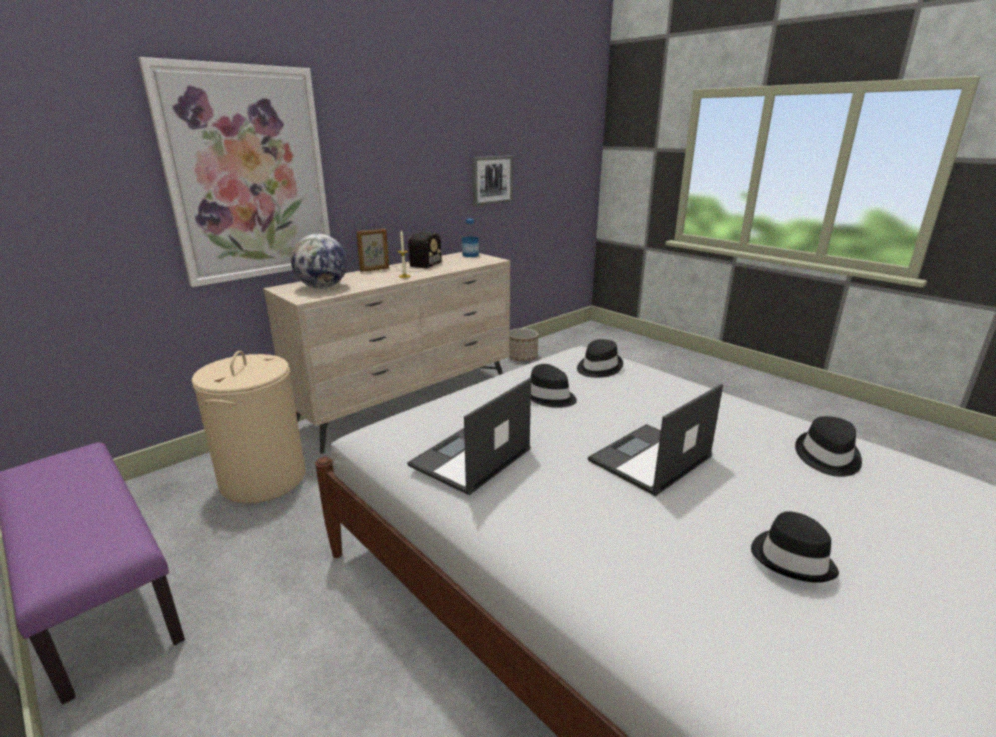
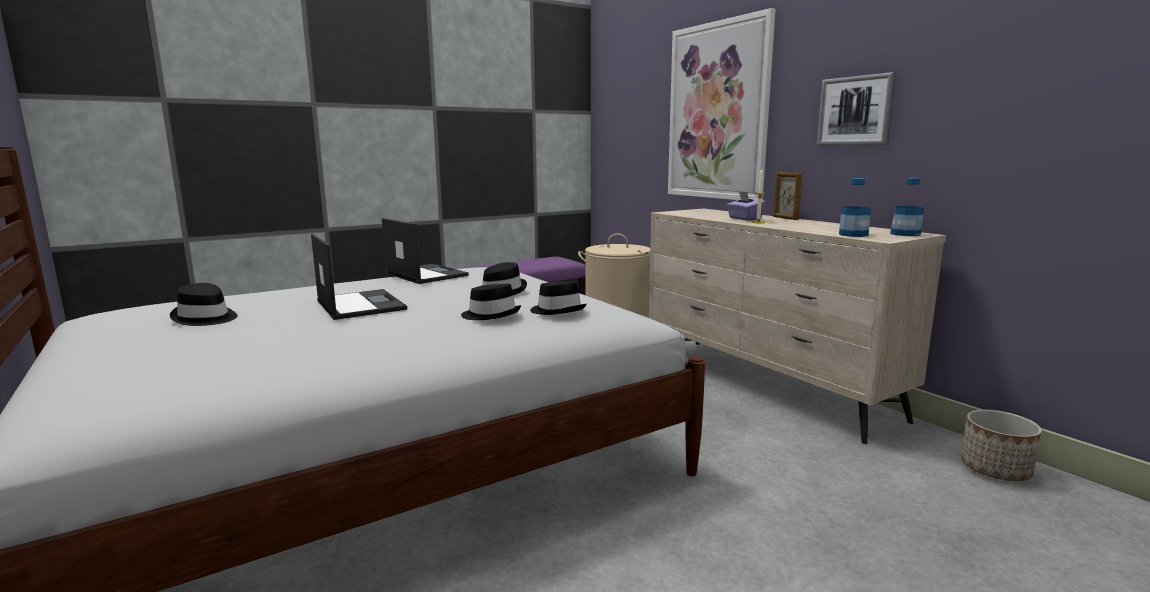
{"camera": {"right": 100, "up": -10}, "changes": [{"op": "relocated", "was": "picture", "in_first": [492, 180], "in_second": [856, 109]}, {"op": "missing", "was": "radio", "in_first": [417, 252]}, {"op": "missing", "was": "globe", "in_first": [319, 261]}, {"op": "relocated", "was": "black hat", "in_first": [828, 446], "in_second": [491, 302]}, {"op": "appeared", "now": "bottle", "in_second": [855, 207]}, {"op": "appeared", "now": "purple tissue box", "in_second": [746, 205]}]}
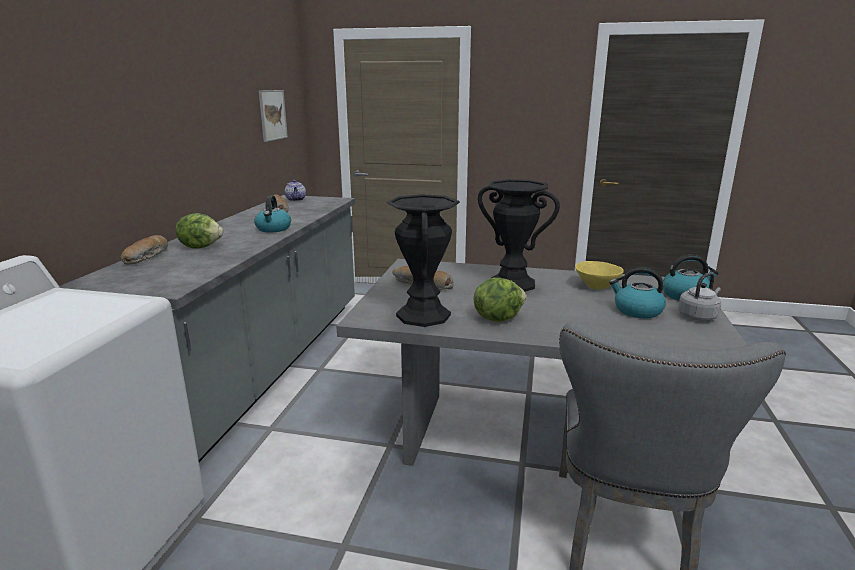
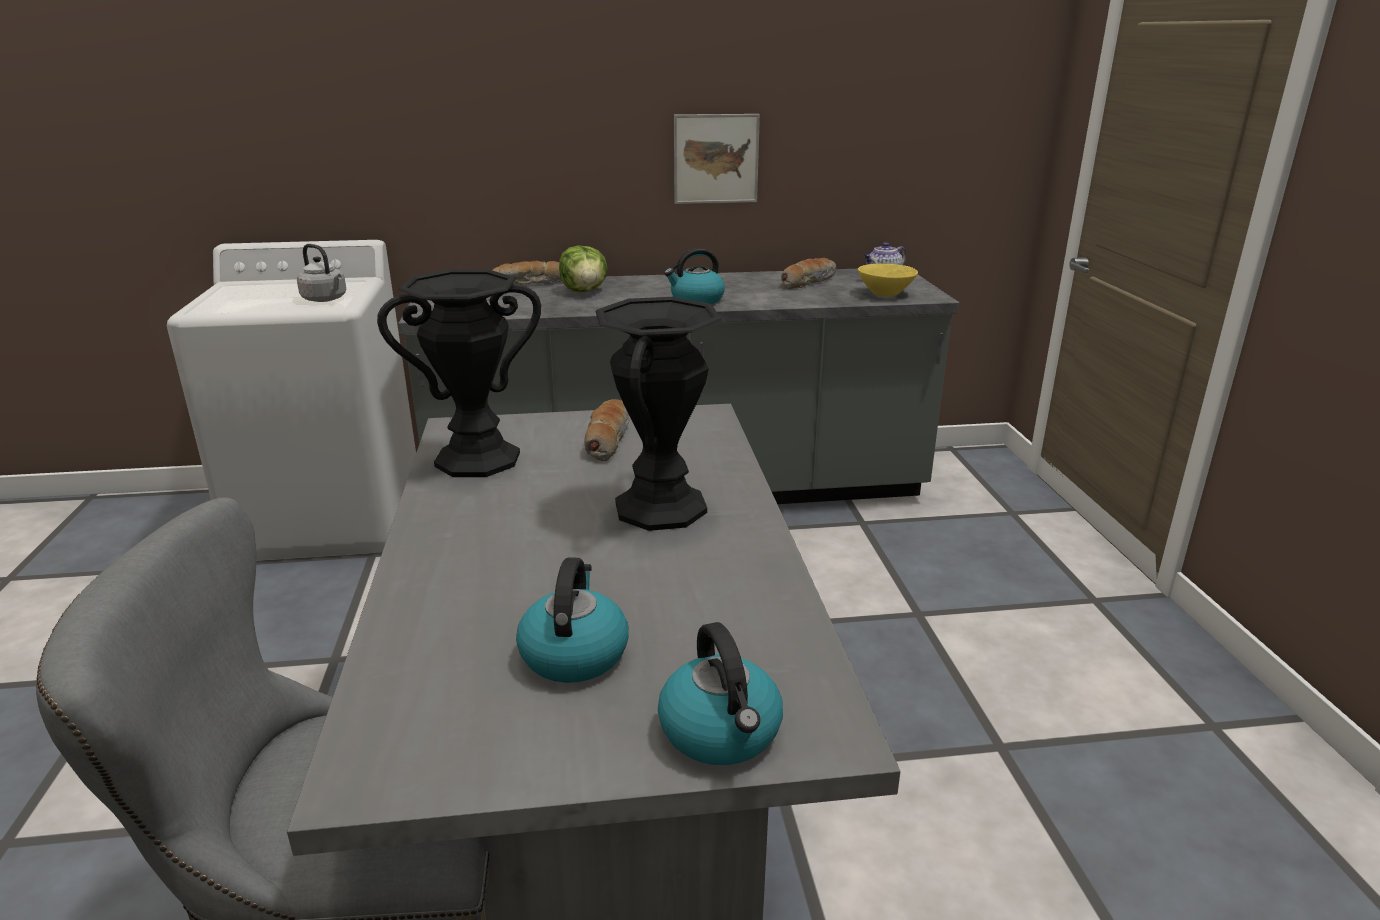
{"camera": {"right": 70, "up": 5}, "changes": [{"op": "relocated", "was": "picture", "in_first": [273, 116], "in_second": [717, 159]}, {"op": "relocated", "was": "yellow bowl", "in_first": [599, 275], "in_second": [888, 280]}, {"op": "relocated", "was": "grey kettle", "in_first": [699, 297], "in_second": [321, 273]}, {"op": "missing", "was": "lettuce", "in_first": [500, 300]}]}
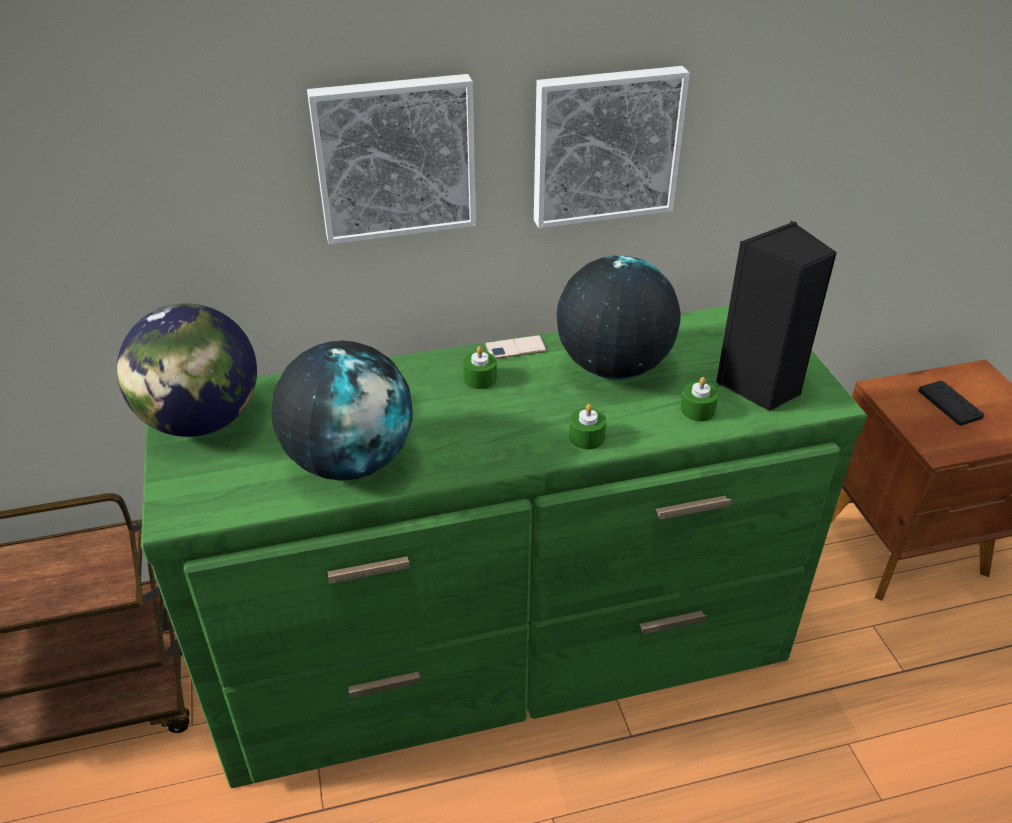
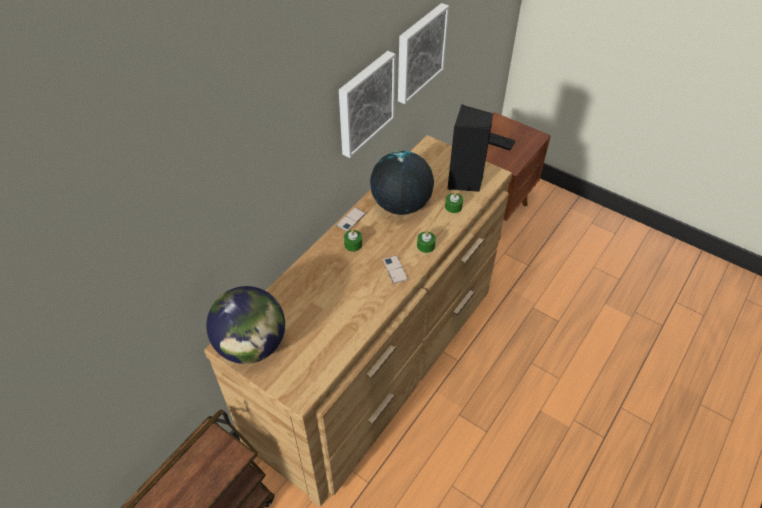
{"camera": {"right": -40, "up": 10}, "changes": [{"op": "relocated", "was": "picture", "in_first": [391, 159], "in_second": [423, 53]}, {"op": "colour", "was": "green dresser", "now": "brown dresser", "in_first": [504, 547], "in_second": [358, 321]}, {"op": "missing", "was": "globe", "in_first": [342, 411]}, {"op": "appeared", "now": "phone", "in_second": [395, 269]}]}
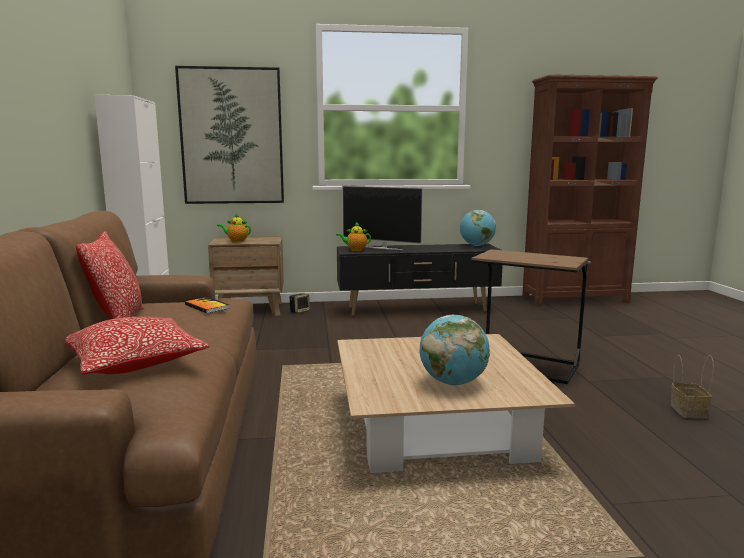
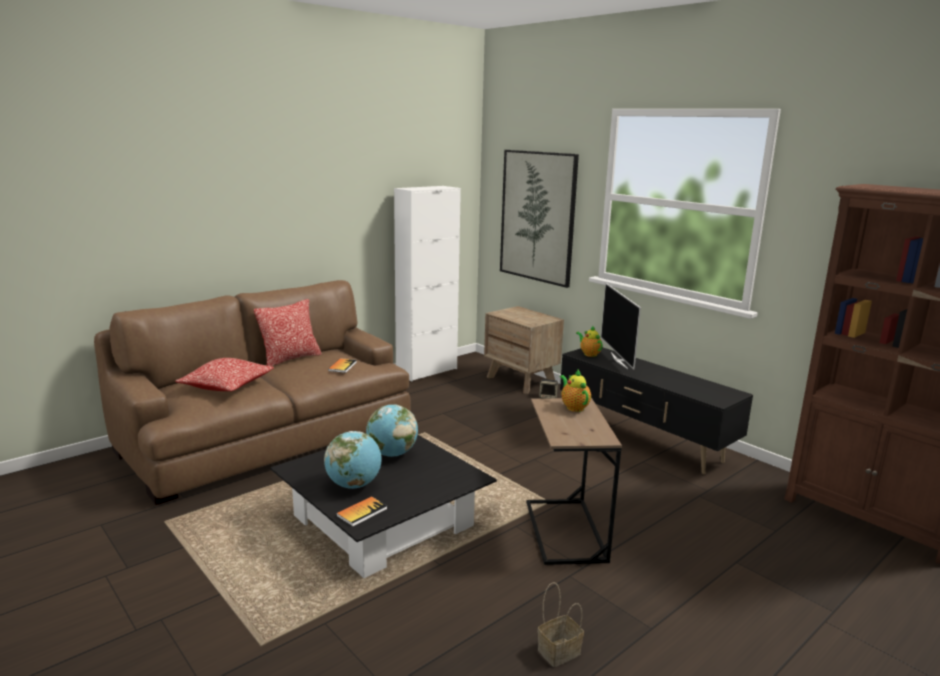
{"camera": {"right": 55, "up": 5}, "changes": [{"op": "relocated", "was": "globe", "in_first": [478, 228], "in_second": [392, 430]}, {"op": "relocated", "was": "teapot", "in_first": [234, 228], "in_second": [575, 391]}, {"op": "colour", "was": "beige coffee table", "now": "black coffee table", "in_first": [456, 403], "in_second": [383, 506]}, {"op": "appeared", "now": "book", "in_second": [361, 511]}]}
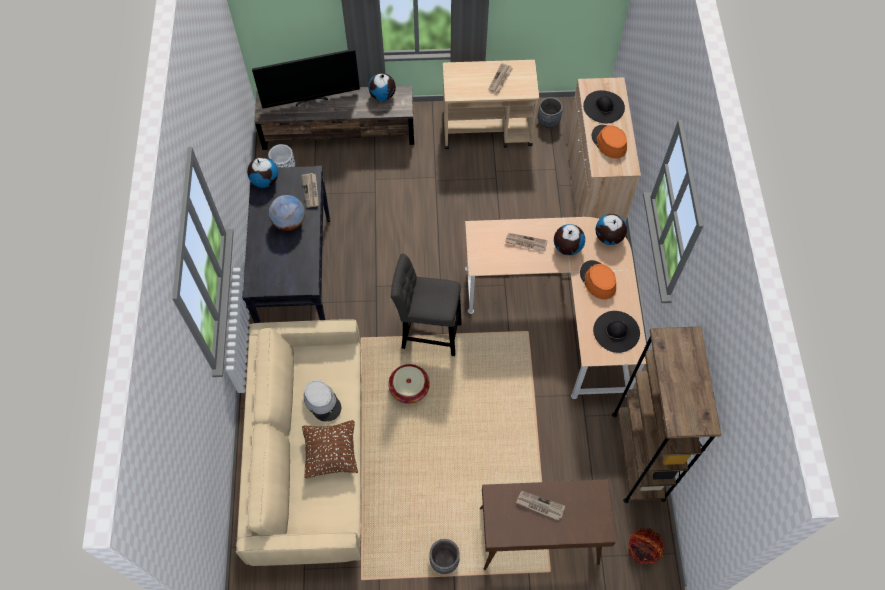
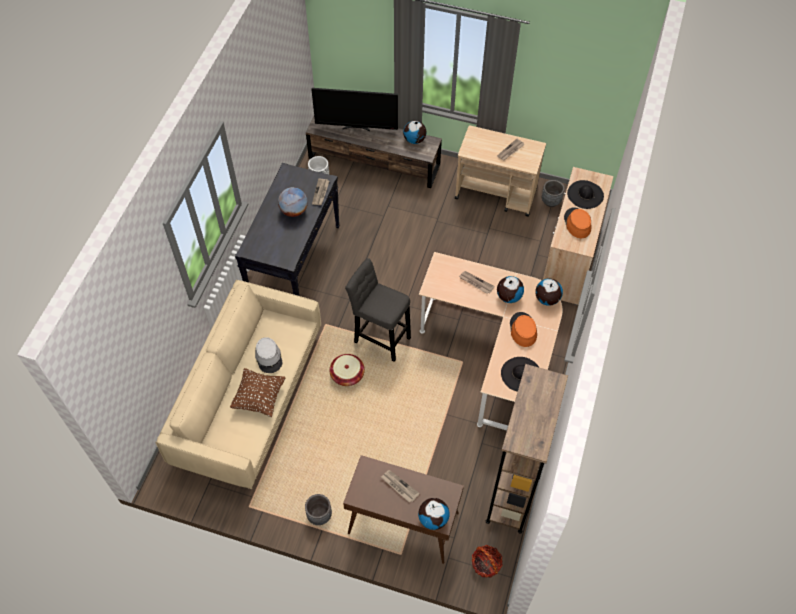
{"camera": {"right": 20, "up": -5}, "changes": [{"op": "relocated", "was": "globe", "in_first": [262, 172], "in_second": [434, 514]}]}
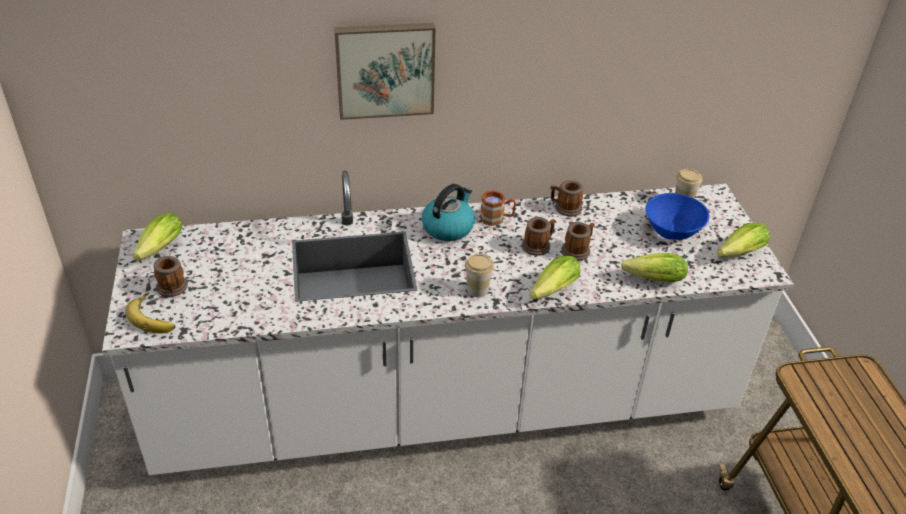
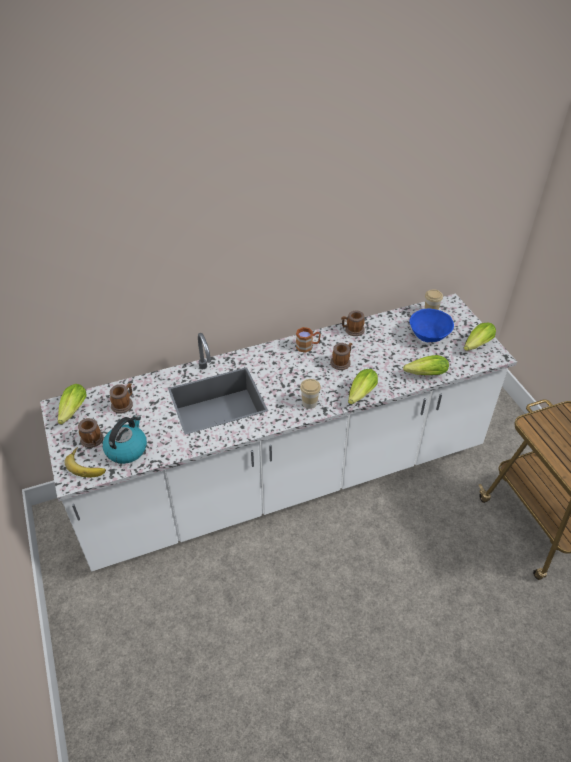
{"camera": {"right": -10, "up": 5}, "changes": [{"op": "missing", "was": "picture", "in_first": [384, 71]}, {"op": "relocated", "was": "kettle", "in_first": [448, 212], "in_second": [125, 439]}, {"op": "relocated", "was": "mug", "in_first": [578, 241], "in_second": [121, 398]}]}
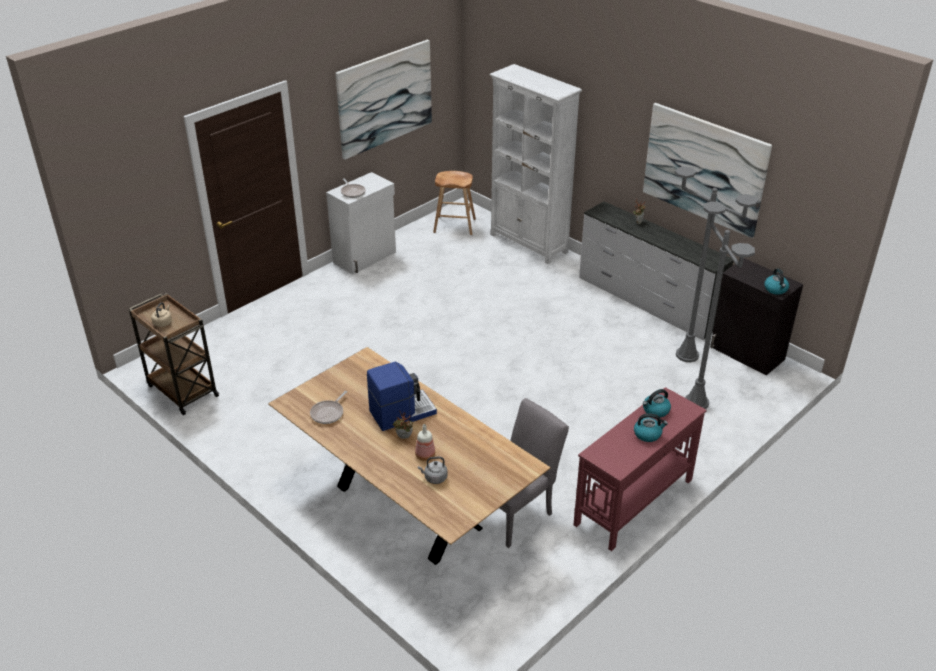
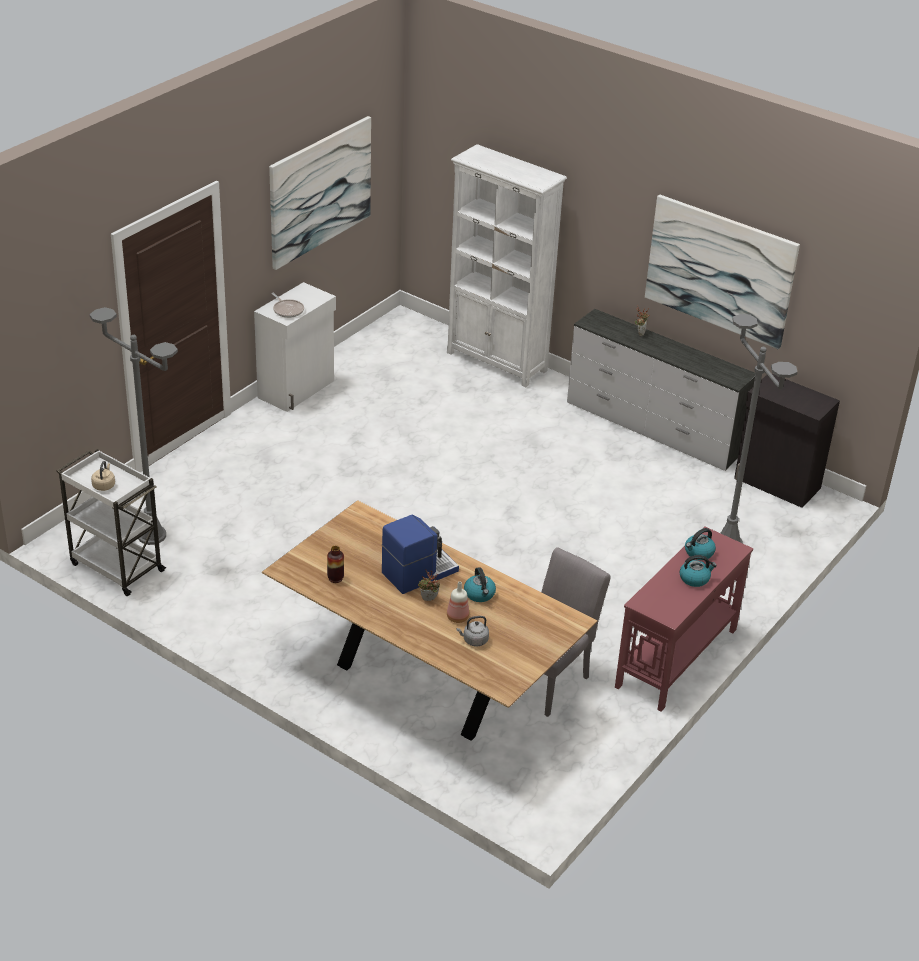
{"camera": {"right": -10, "up": 0}, "changes": [{"op": "relocated", "was": "grey floor lamp", "in_first": [717, 264], "in_second": [134, 426]}, {"op": "missing", "was": "brown stool", "in_first": [454, 203]}, {"op": "relocated", "was": "kettle", "in_first": [776, 281], "in_second": [480, 584]}, {"op": "colour", "was": "brown cart", "now": "white cart", "in_first": [174, 354], "in_second": [111, 522]}, {"op": "exchanged", "was": "frying pan", "now": "vase", "in_first": [328, 407], "in_second": [335, 564]}]}
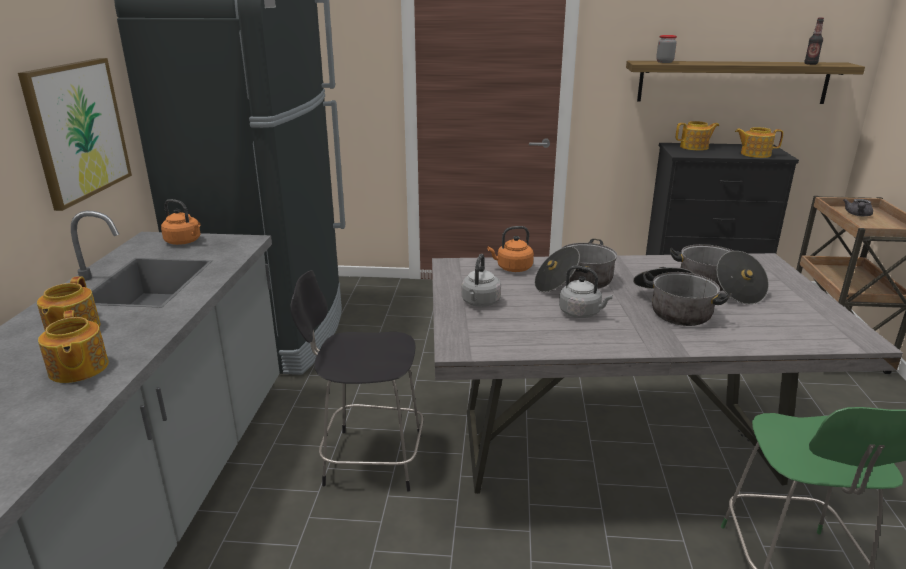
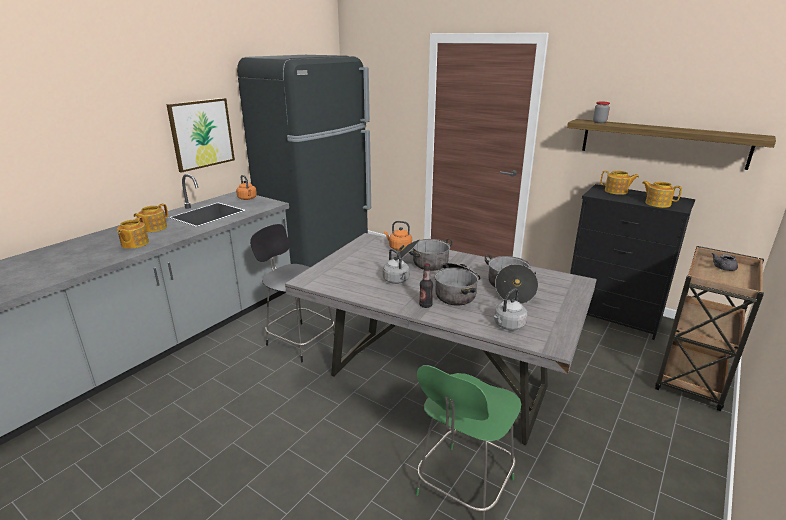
{"camera": {"right": 30, "up": 0}, "changes": [{"op": "relocated", "was": "bottle", "in_first": [814, 41], "in_second": [426, 285]}, {"op": "relocated", "was": "grey kettle", "in_first": [481, 280], "in_second": [511, 309]}]}
